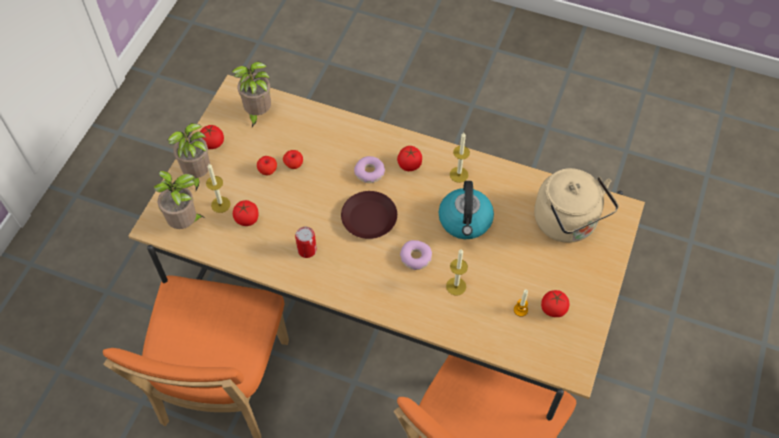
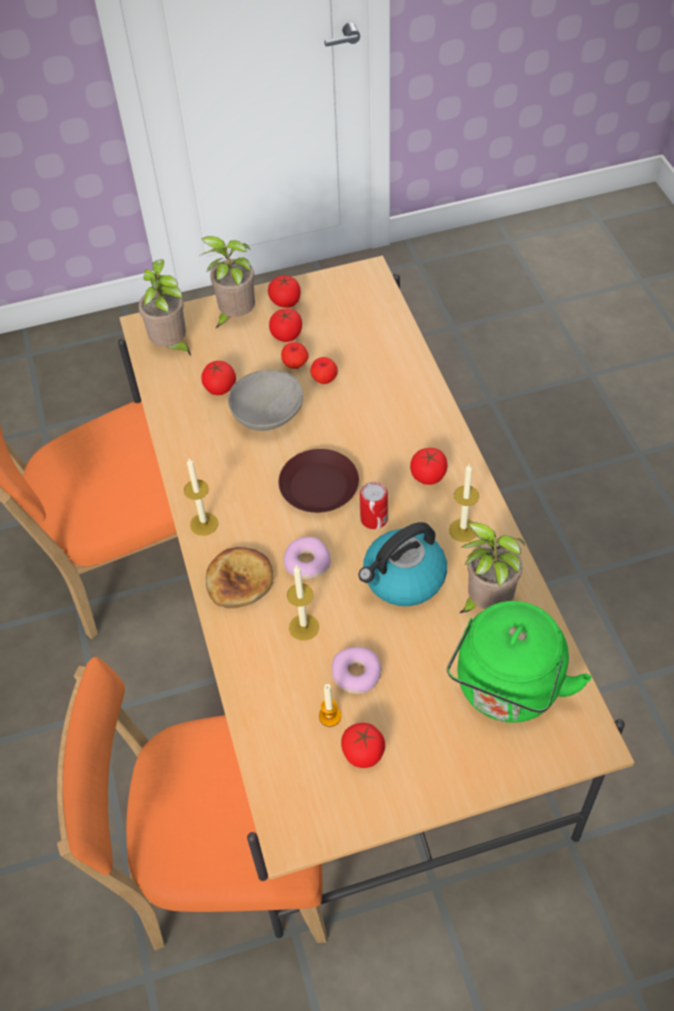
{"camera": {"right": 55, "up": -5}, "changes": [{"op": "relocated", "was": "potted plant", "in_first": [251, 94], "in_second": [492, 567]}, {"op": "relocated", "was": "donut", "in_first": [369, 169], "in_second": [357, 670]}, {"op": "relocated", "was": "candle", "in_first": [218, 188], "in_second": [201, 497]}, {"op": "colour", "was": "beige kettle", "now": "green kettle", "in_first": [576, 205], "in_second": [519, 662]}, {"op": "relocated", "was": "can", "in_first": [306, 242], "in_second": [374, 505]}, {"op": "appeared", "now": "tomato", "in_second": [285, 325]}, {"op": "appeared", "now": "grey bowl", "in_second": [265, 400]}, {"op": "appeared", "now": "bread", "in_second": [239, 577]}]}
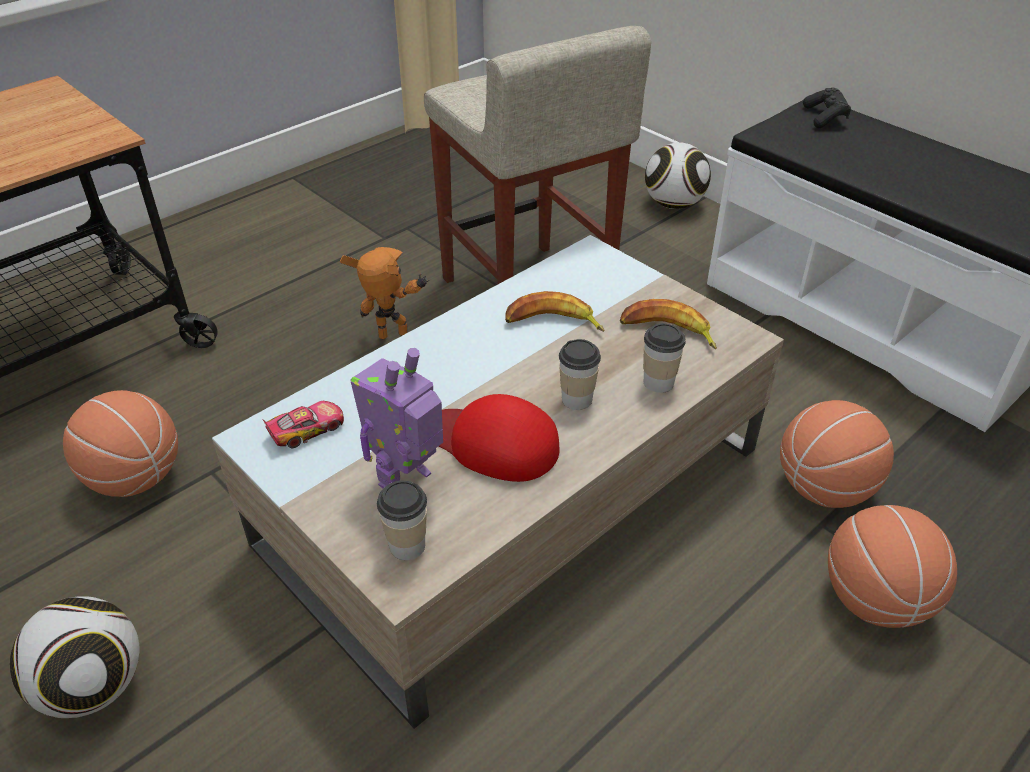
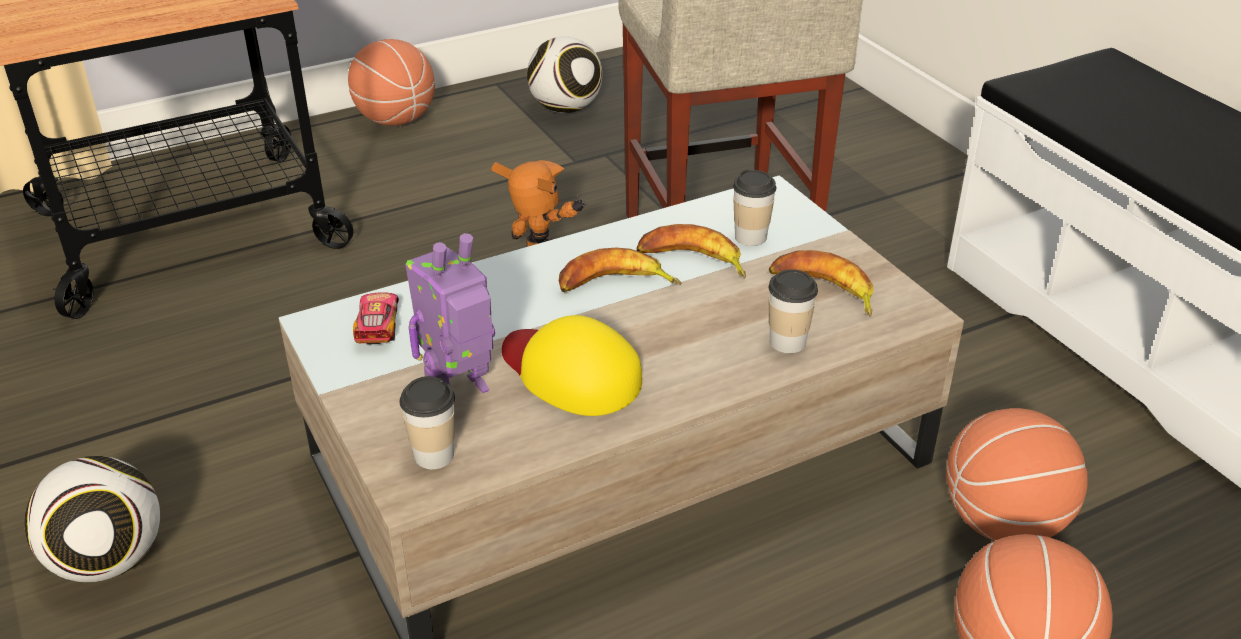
{"camera": {"right": 15, "up": -5}, "changes": [{"op": "missing", "was": "black game controller", "in_first": [827, 108]}, {"op": "relocated", "was": "football", "in_first": [678, 176], "in_second": [564, 74]}, {"op": "relocated", "was": "cup", "in_first": [580, 374], "in_second": [754, 208]}, {"op": "relocated", "was": "basketball", "in_first": [120, 443], "in_second": [391, 82]}, {"op": "colour", "was": "red cap", "now": "yellow cap", "in_first": [499, 438], "in_second": [572, 365]}, {"op": "spun", "was": "toy car", "in_first": [303, 424], "in_second": [376, 318], "clockwise": -75}, {"op": "appeared", "now": "banana", "in_second": [620, 270]}]}
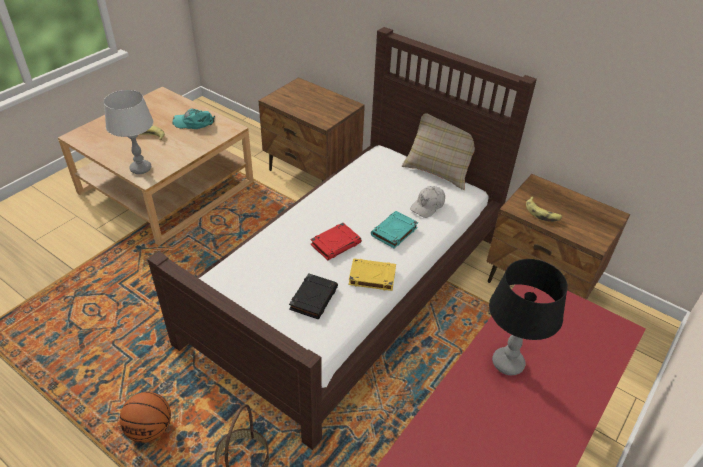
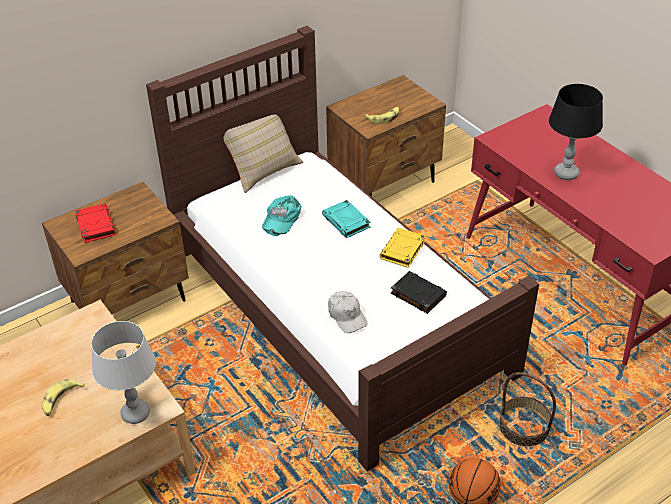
{"camera": {"right": -70, "up": 0}, "changes": [{"op": "relocated", "was": "turquoise cap", "in_first": [193, 119], "in_second": [282, 215]}, {"op": "relocated", "was": "white cap", "in_first": [427, 202], "in_second": [348, 312]}, {"op": "relocated", "was": "red book", "in_first": [336, 241], "in_second": [95, 223]}]}
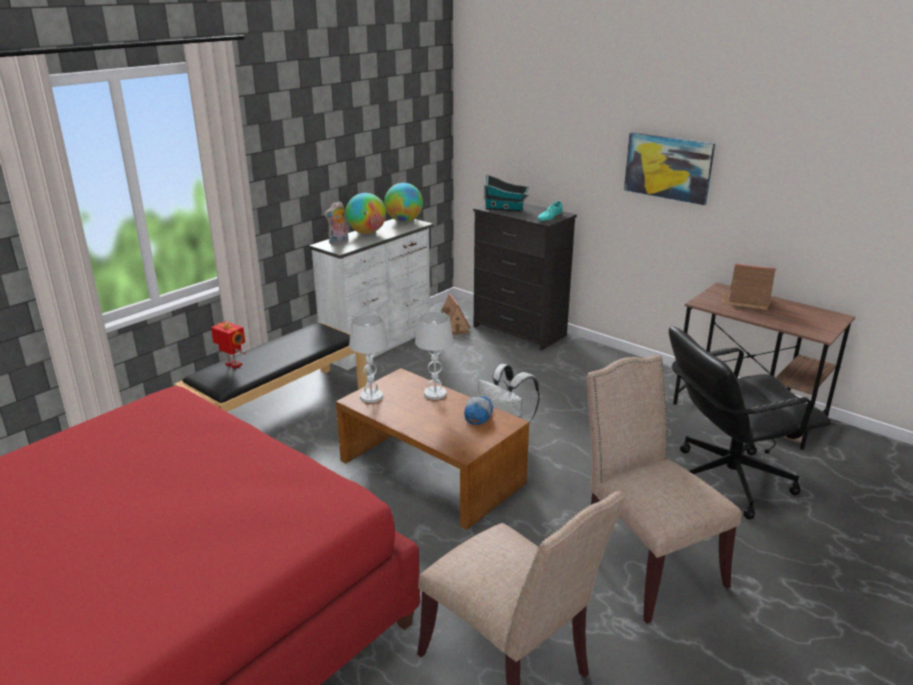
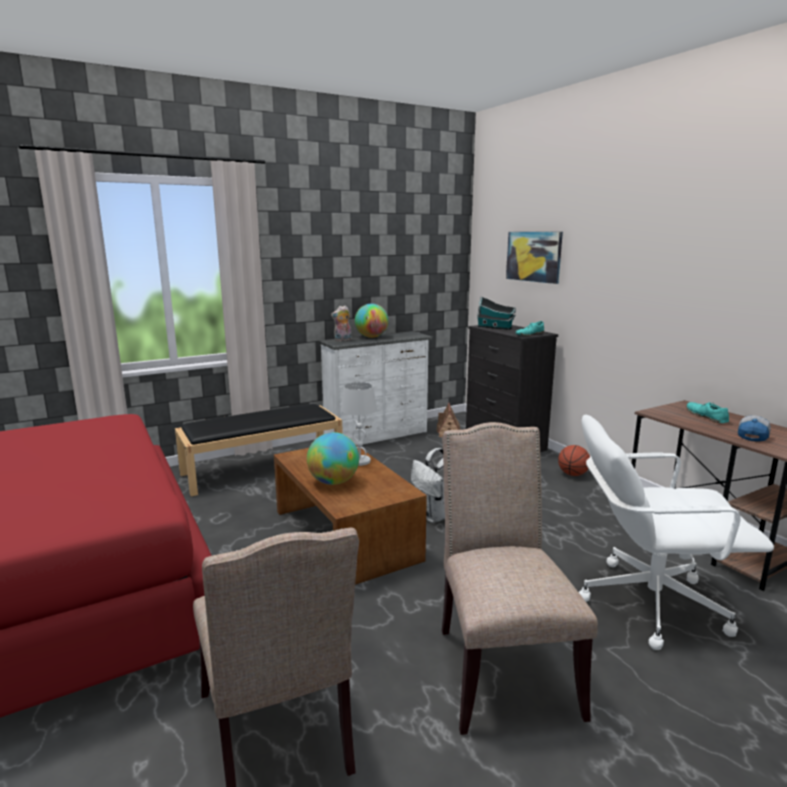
{"camera": {"right": 20, "up": -10}, "changes": [{"op": "relocated", "was": "picture", "in_first": [669, 168], "in_second": [534, 258]}, {"op": "relocated", "was": "globe", "in_first": [403, 202], "in_second": [333, 458]}, {"op": "exchanged", "was": "toy house", "now": "turquoise shoe", "in_first": [748, 287], "in_second": [707, 412]}, {"op": "missing", "was": "white table lamp", "in_first": [368, 358]}, {"op": "missing", "was": "toy robot", "in_first": [228, 345]}, {"op": "colour", "was": "black office chair", "now": "white office chair", "in_first": [750, 422], "in_second": [676, 532]}, {"op": "relocated", "was": "cap", "in_first": [478, 410], "in_second": [754, 428]}, {"op": "appeared", "now": "basketball", "in_second": [574, 460]}]}
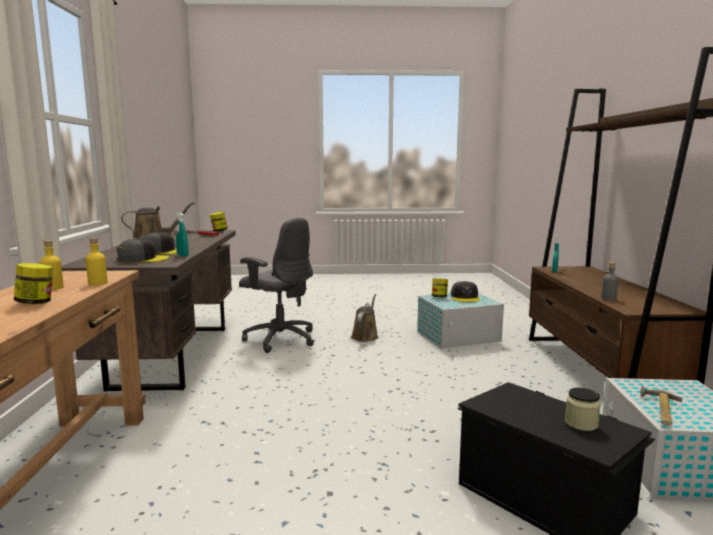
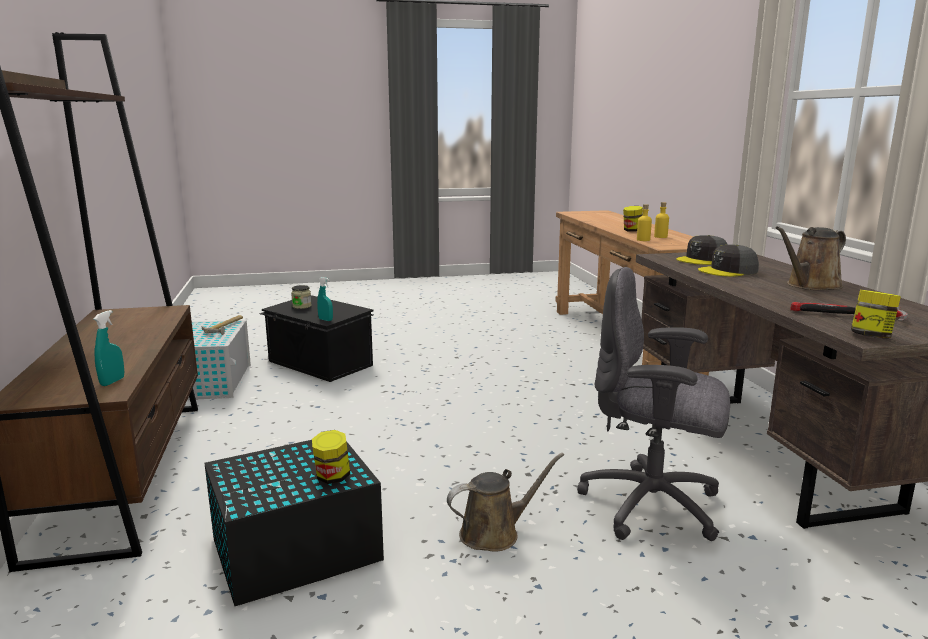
{"camera": {"right": 170, "up": 5}, "changes": [{"op": "relocated", "was": "turquoise spray bottle", "in_first": [182, 234], "in_second": [325, 299]}, {"op": "missing", "was": "grey bottle", "in_first": [610, 281]}, {"op": "missing", "was": "grey cap", "in_first": [465, 291]}, {"op": "colour", "was": "white storage box", "now": "black storage box", "in_first": [460, 321], "in_second": [294, 523]}, {"op": "spun", "was": "brown watering can", "in_first": [365, 318], "in_second": [505, 502], "clockwise": -120}]}
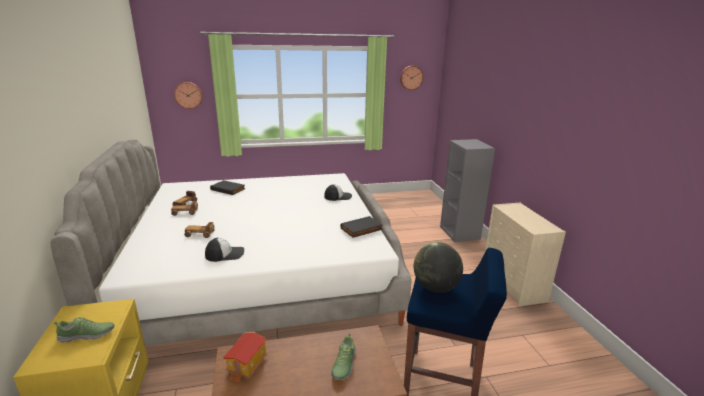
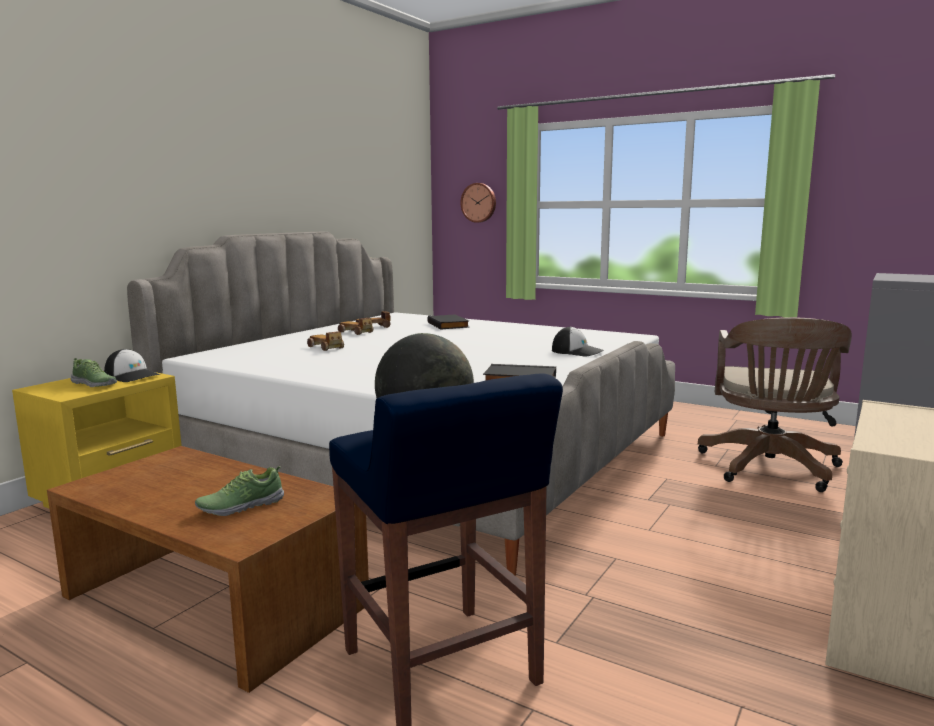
{"camera": {"right": 45, "up": -10}, "changes": [{"op": "missing", "was": "wall clock", "in_first": [411, 78]}, {"op": "relocated", "was": "cap", "in_first": [224, 250], "in_second": [132, 365]}, {"op": "missing", "was": "toy house", "in_first": [245, 358]}, {"op": "appeared", "now": "brown office chair", "in_second": [775, 404]}]}
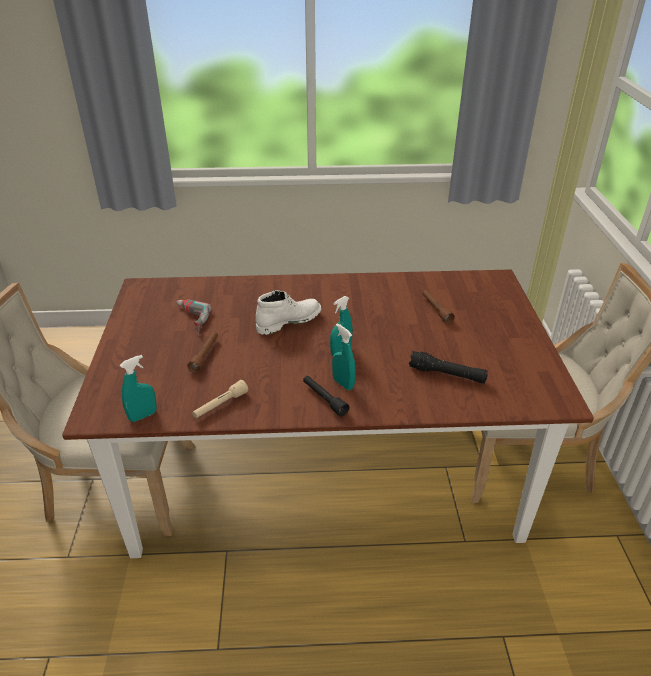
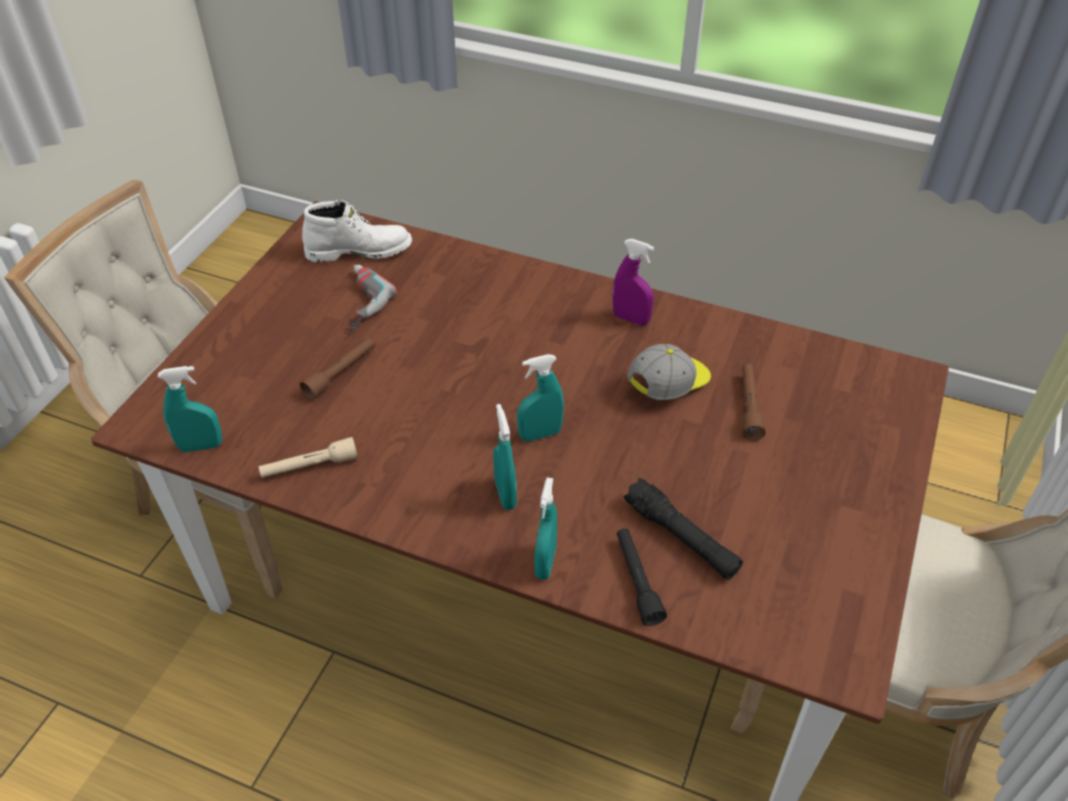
{"camera": {"right": 25, "up": 10}, "changes": [{"op": "relocated", "was": "white boot", "in_first": [288, 312], "in_second": [357, 231]}, {"op": "relocated", "was": "black flashlight", "in_first": [326, 396], "in_second": [642, 577]}, {"op": "appeared", "now": "purple spray bottle", "in_second": [633, 282]}, {"op": "appeared", "now": "cap", "in_second": [669, 372]}, {"op": "appeared", "now": "turquoise spray bottle", "in_second": [545, 528]}]}
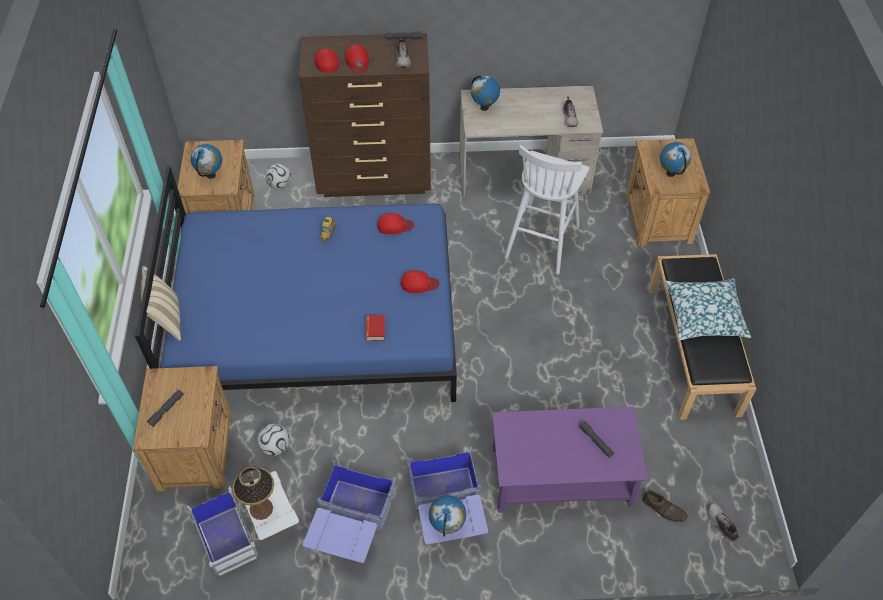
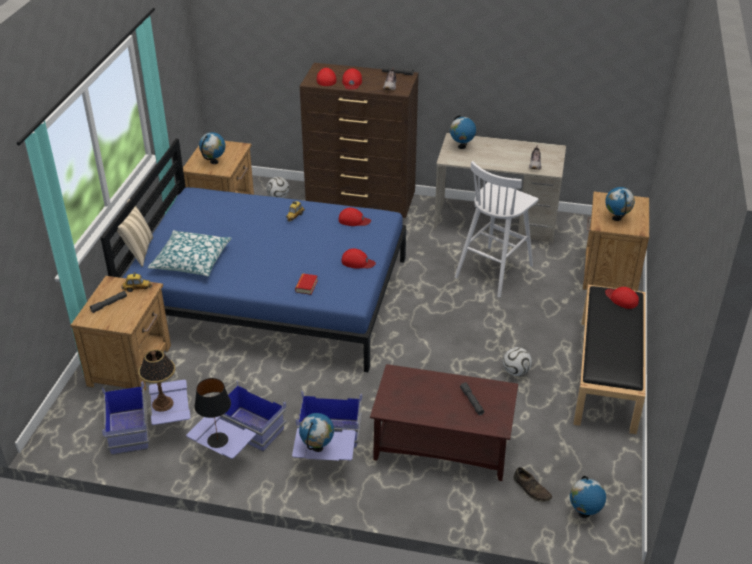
{"camera": {"right": 15, "up": -15}, "changes": [{"op": "relocated", "was": "pillow", "in_first": [708, 309], "in_second": [189, 253]}, {"op": "colour", "was": "purple coffee table", "now": "brown coffee table", "in_first": [570, 459], "in_second": [444, 422]}, {"op": "relocated", "was": "football", "in_first": [273, 440], "in_second": [517, 361]}, {"op": "colour", "was": "white storage box", "now": "blue storage box", "in_first": [243, 523], "in_second": [146, 417]}, {"op": "exchanged", "was": "shoe", "now": "globe", "in_first": [724, 523], "in_second": [588, 497]}, {"op": "appeared", "now": "toy car", "in_second": [136, 282]}, {"op": "appeared", "now": "red cap", "in_second": [622, 298]}, {"op": "appeared", "now": "black table lamp", "in_second": [212, 413]}]}
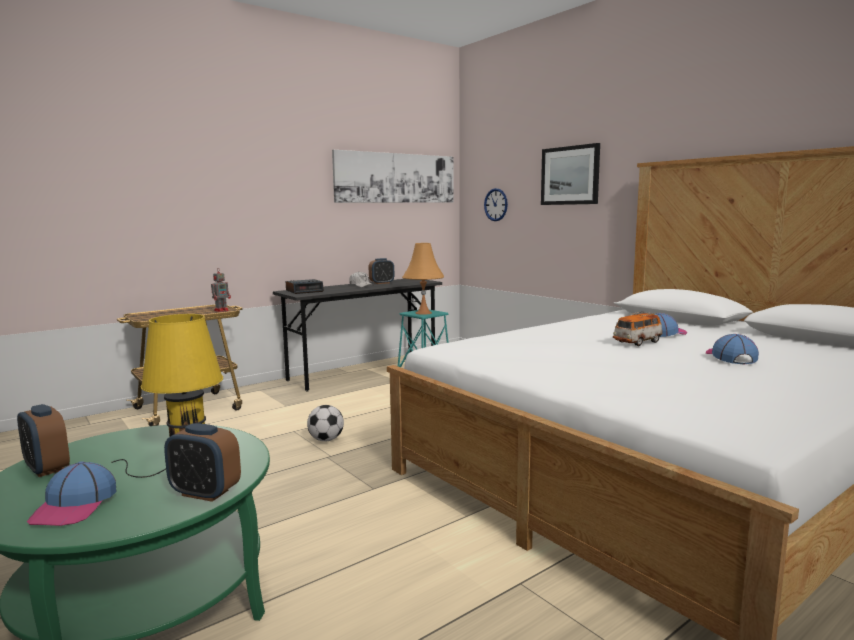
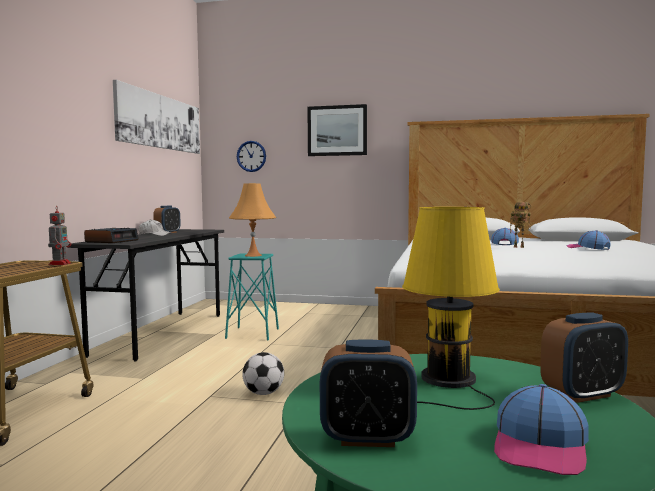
{"camera": {"right": -40, "up": -5}, "changes": [{"op": "exchanged", "was": "toy car", "now": "toy robot", "in_first": [638, 328], "in_second": [520, 225]}, {"op": "spun", "was": "cap", "in_first": [71, 493], "in_second": [541, 429], "clockwise": 60}]}
